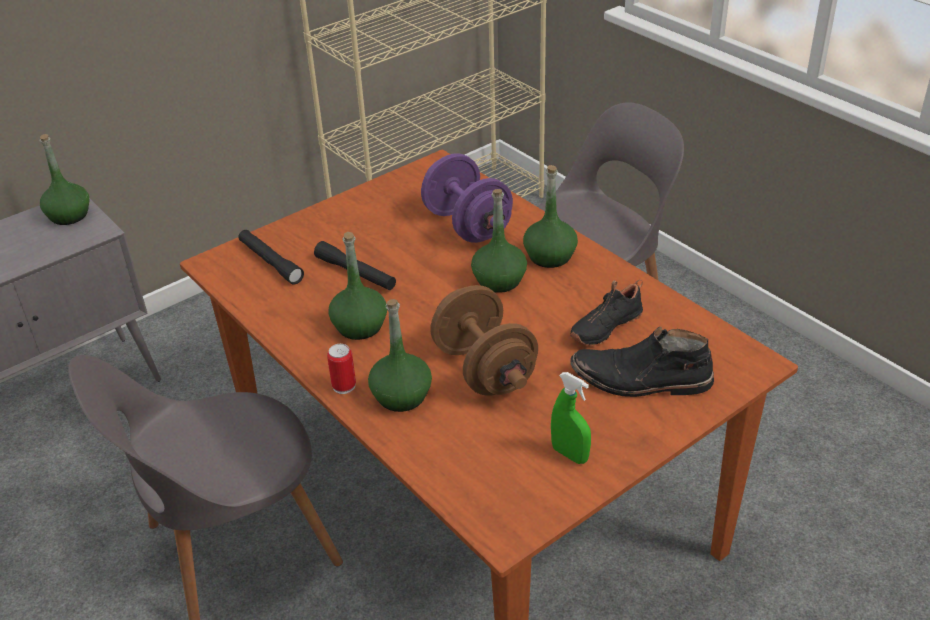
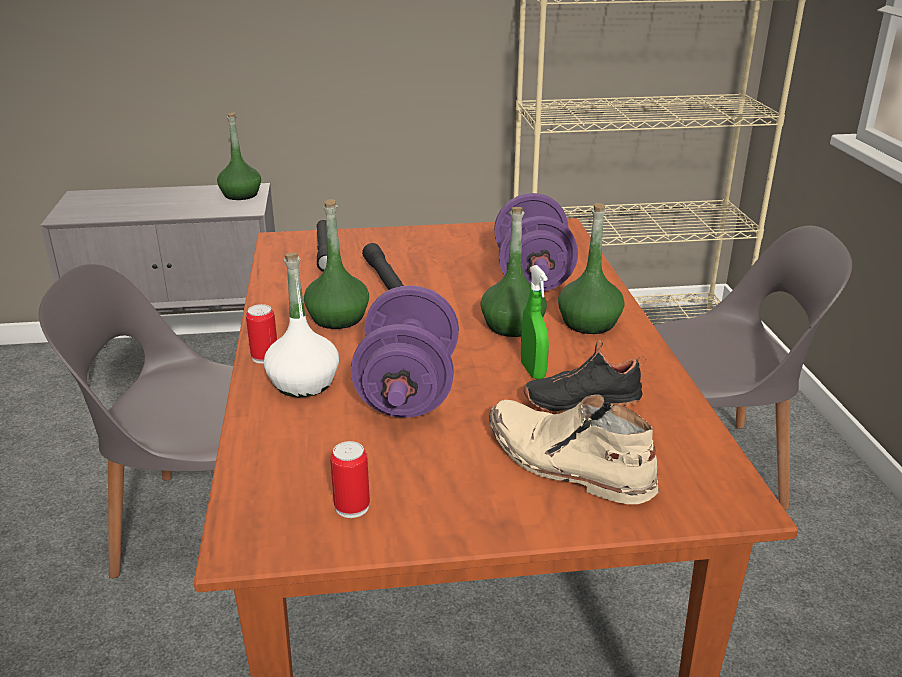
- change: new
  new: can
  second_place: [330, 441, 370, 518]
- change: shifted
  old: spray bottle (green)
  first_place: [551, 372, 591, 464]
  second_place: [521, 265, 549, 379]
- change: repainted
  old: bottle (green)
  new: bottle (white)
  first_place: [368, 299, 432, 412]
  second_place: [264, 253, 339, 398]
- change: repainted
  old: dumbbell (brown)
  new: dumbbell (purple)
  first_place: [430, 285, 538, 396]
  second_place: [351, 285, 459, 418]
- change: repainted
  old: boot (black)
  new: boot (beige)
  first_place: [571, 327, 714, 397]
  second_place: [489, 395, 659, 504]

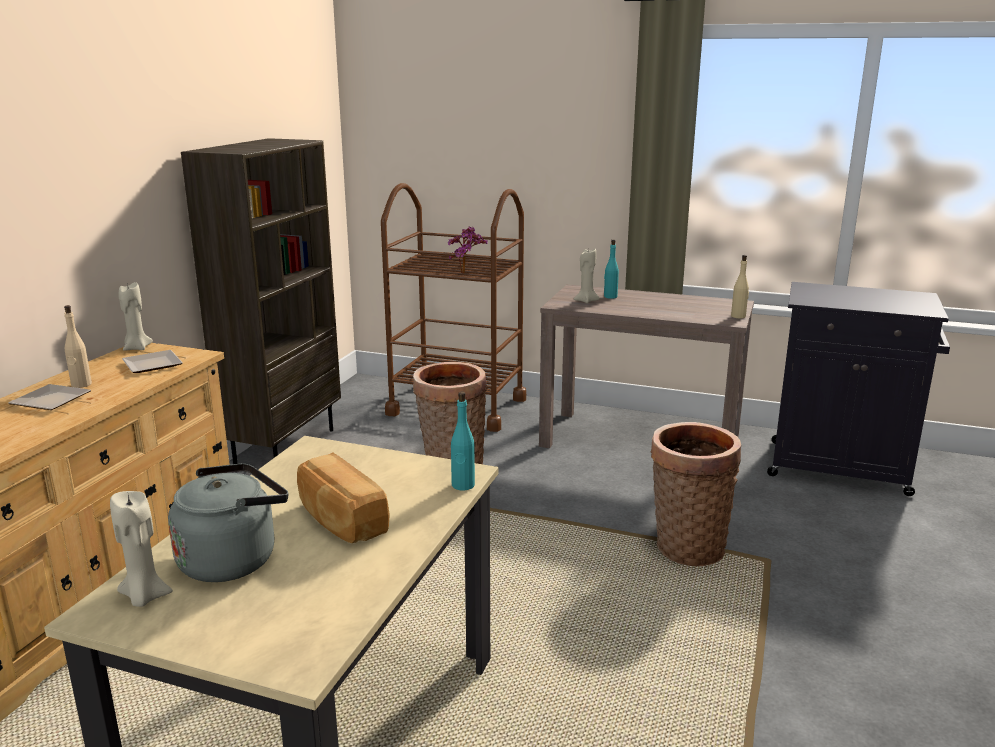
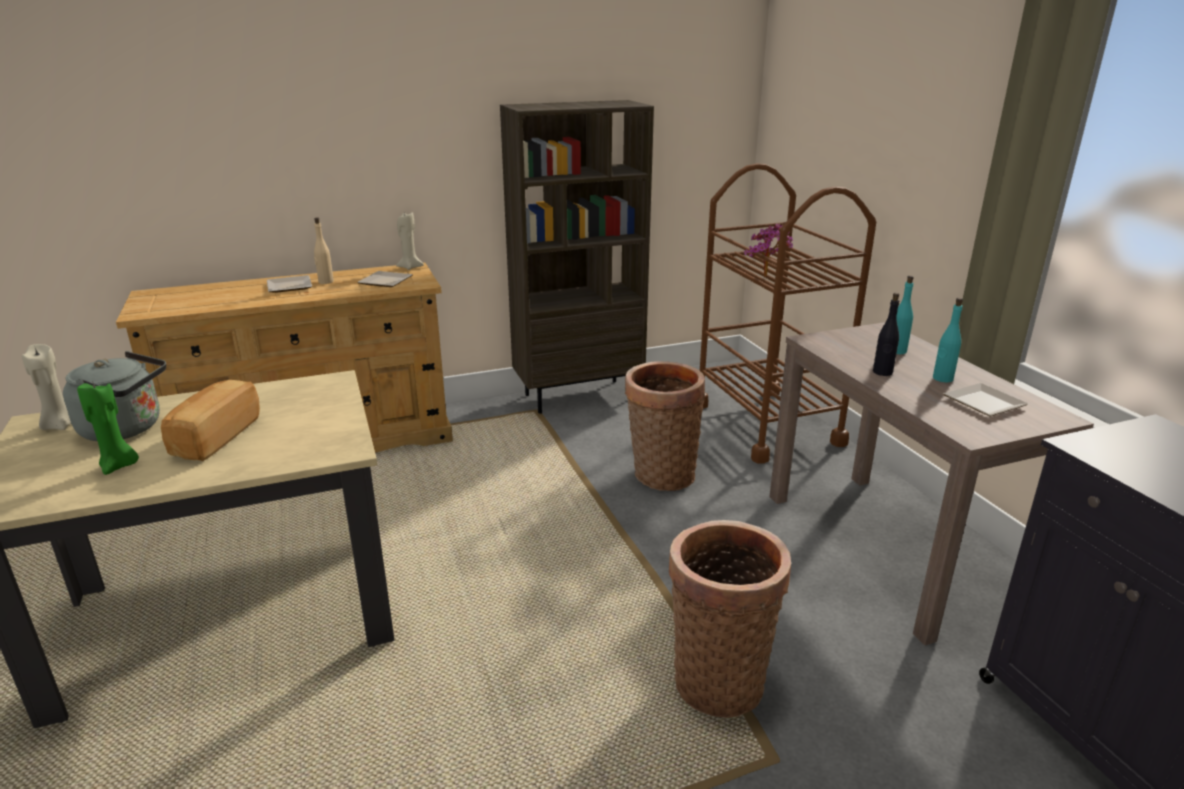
- change: gone
  old: candle (beige)
  first_place: [574, 249, 600, 303]
- change: gone
  old: bottle (beige)
  first_place: [731, 255, 749, 319]
- change: new
  new: candle (green)
  second_place: [77, 381, 139, 475]
- change: new
  new: bottle (black)
  second_place: [873, 293, 899, 376]
- change: new
  new: plate
  second_place: [943, 383, 1028, 417]
- change: shifted
  old: bottle (turquoise)
  first_place: [451, 392, 475, 491]
  second_place: [933, 298, 963, 382]

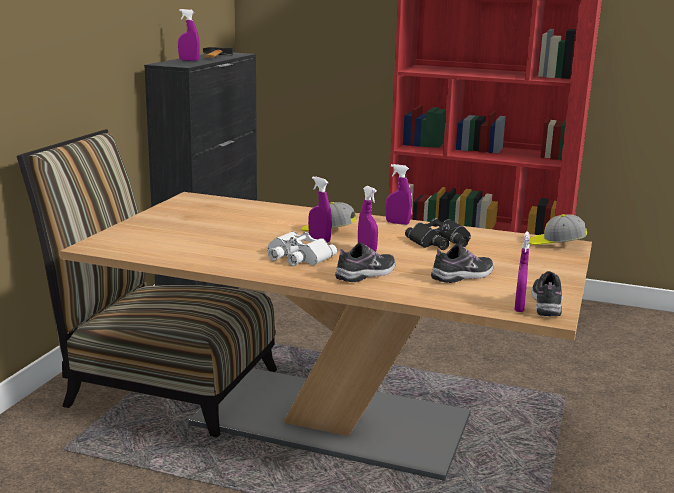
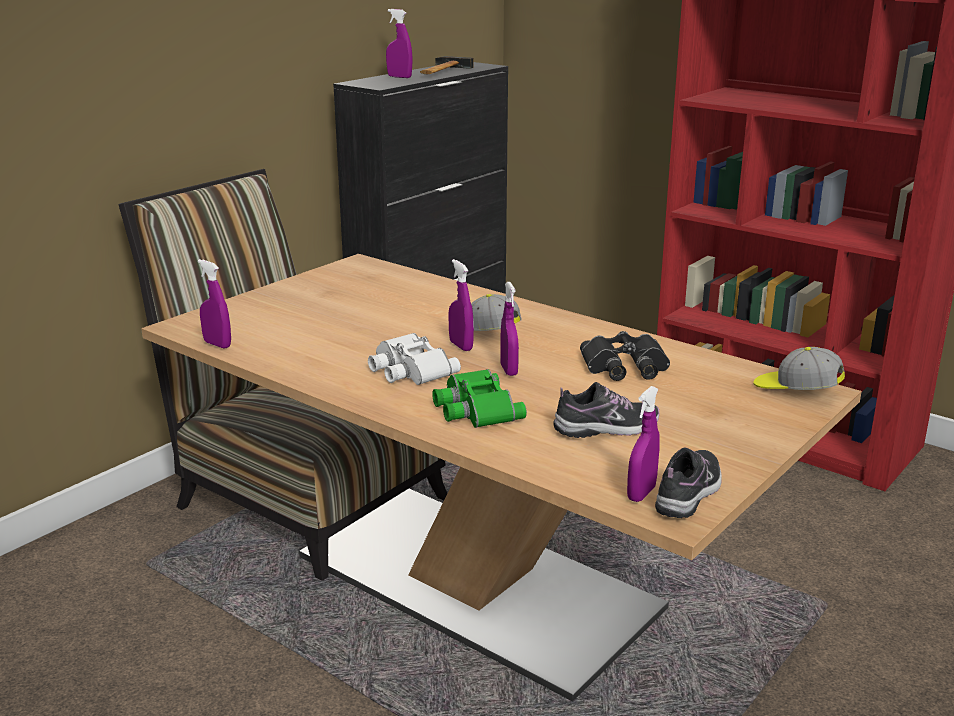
- change: shifted
  old: spray bottle (purple)
  first_place: [386, 164, 412, 225]
  second_place: [198, 259, 231, 349]
- change: swapped
  old: shoe
  new: binoculars (green)
  first_place: [335, 242, 396, 282]
  second_place: [432, 369, 527, 428]

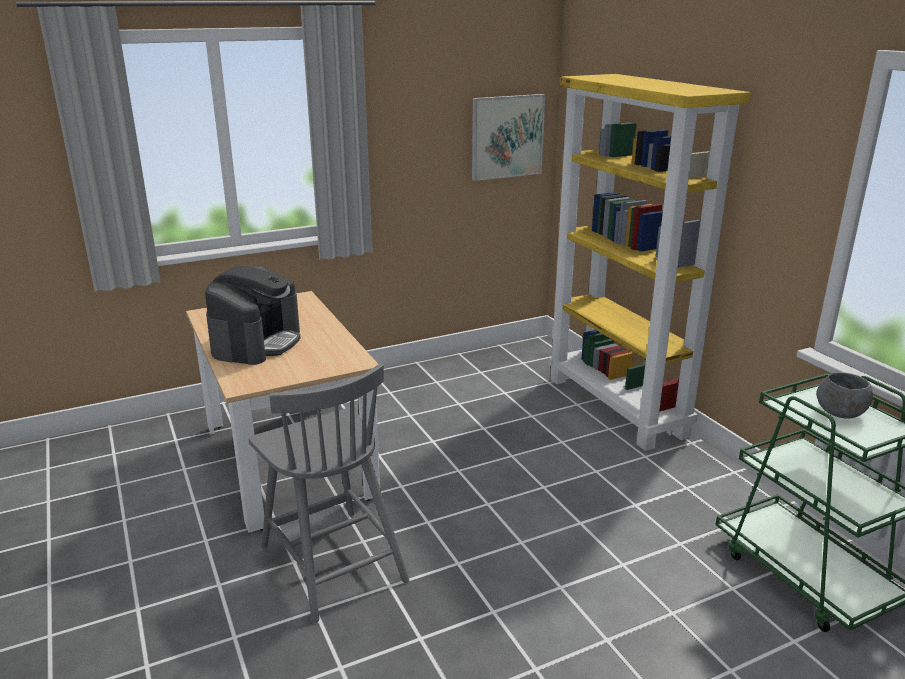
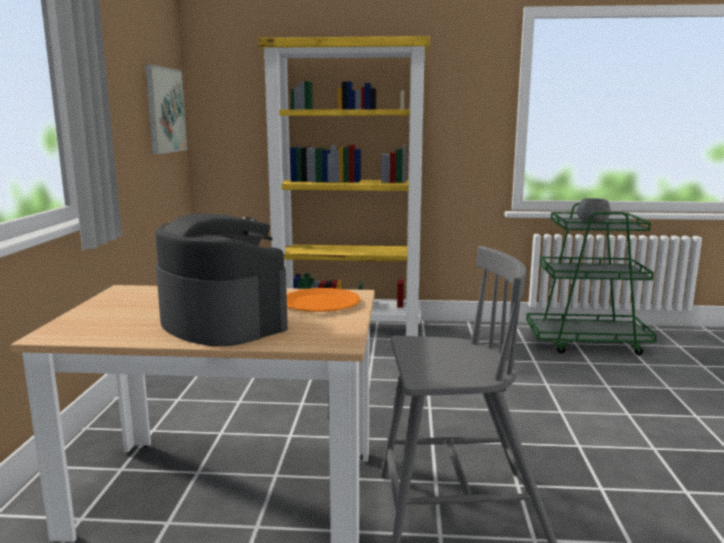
- change: new
  new: plate (orange)
  second_place: [287, 288, 360, 312]

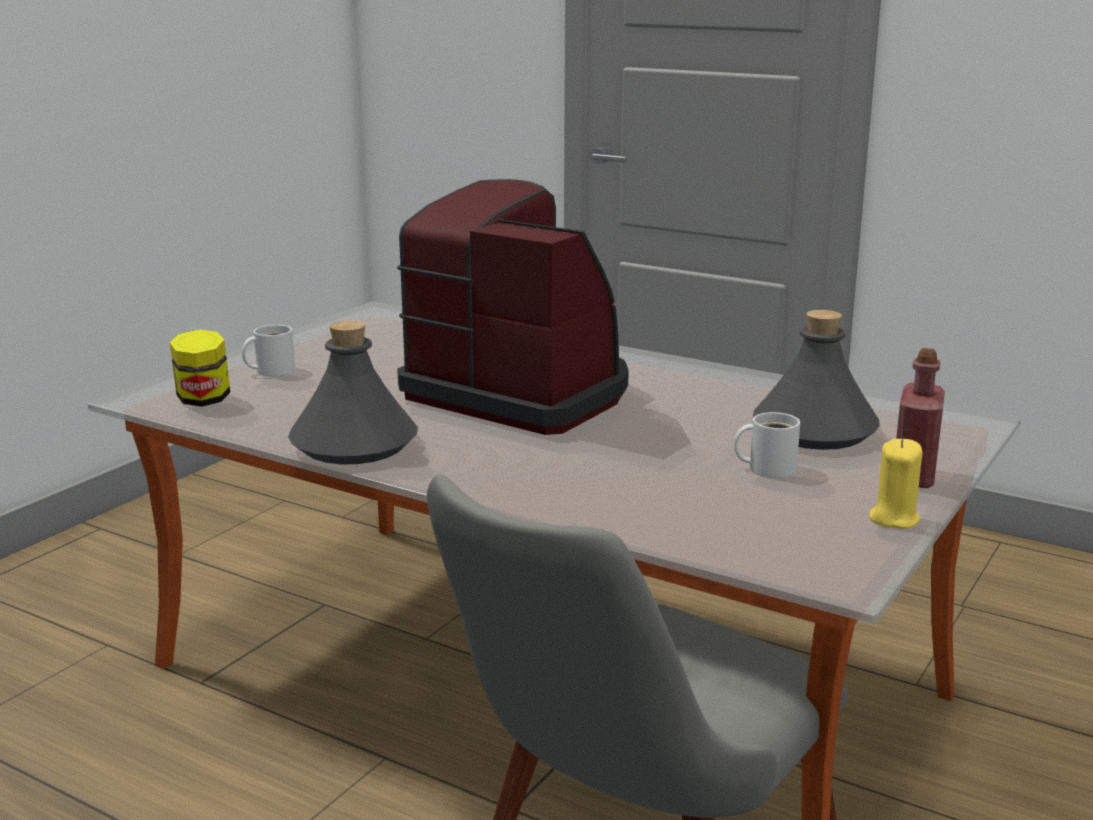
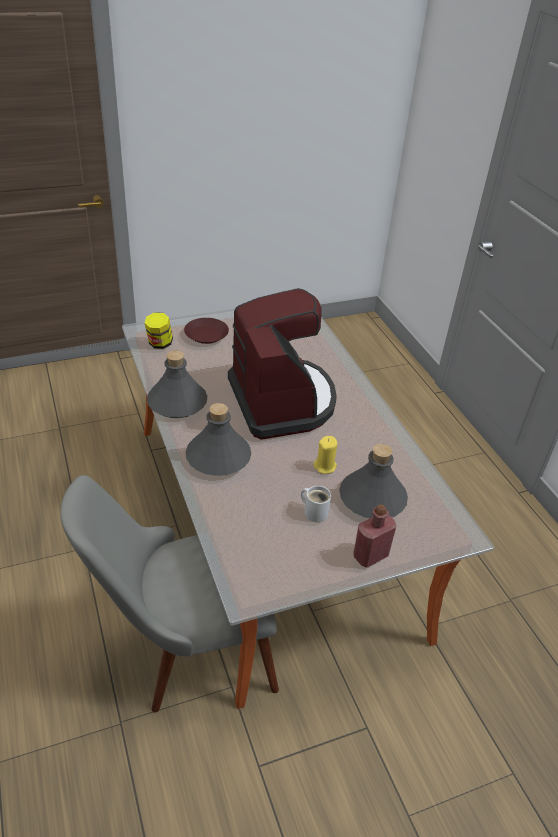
- change: new
  new: bottle (grey)
  second_place: [186, 403, 251, 476]
- change: shifted
  old: candle (yellow)
  first_place: [869, 439, 922, 529]
  second_place: [313, 436, 337, 474]
- change: swapped
  old: mug (white)
  new: plate (brown)
  first_place: [242, 325, 295, 376]
  second_place: [184, 318, 229, 344]

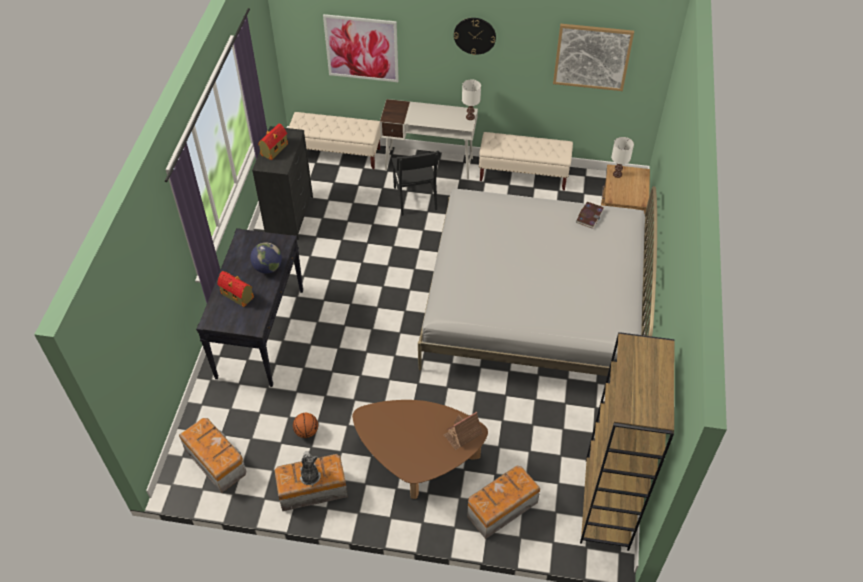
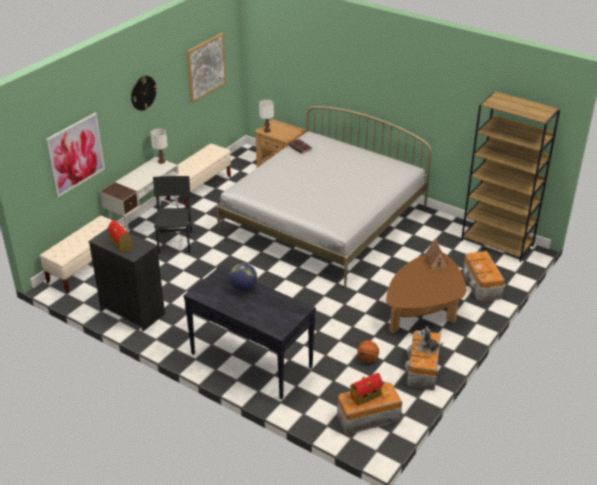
- change: shifted
  old: toy house
  first_place: [217, 271, 254, 307]
  second_place: [350, 373, 383, 406]
- change: rotated
  old: chair (black)
  first_place: [392, 151, 439, 216]
  second_place: [153, 176, 192, 254]
  degrees: -105

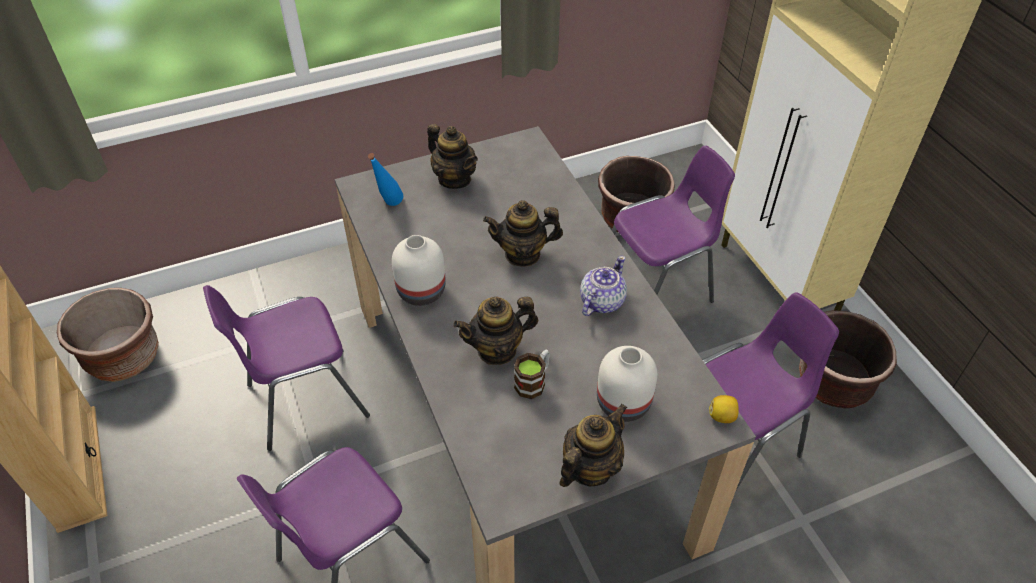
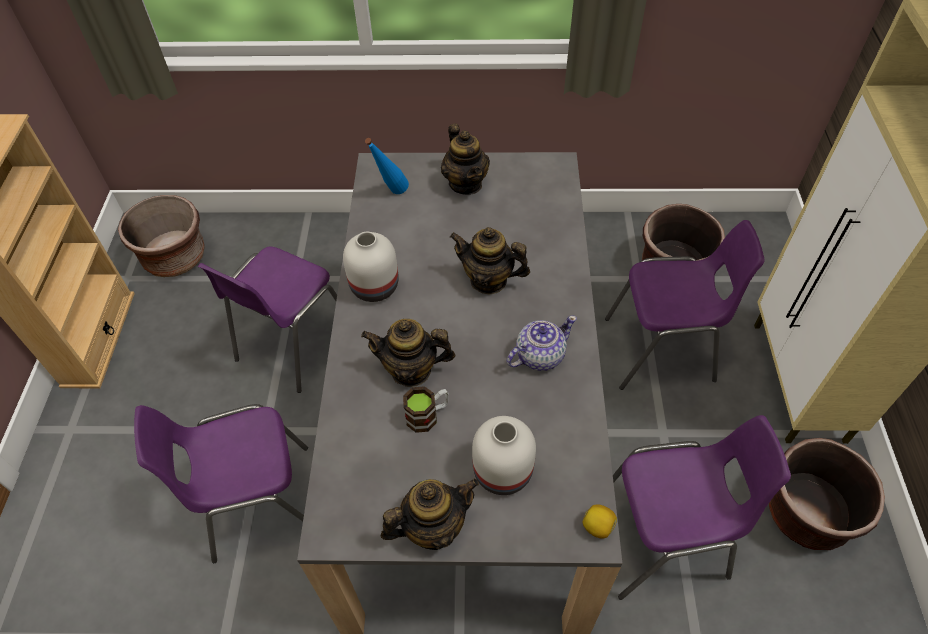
- change: rotated
  old: chair (purple)
  first_place: [203, 285, 370, 451]
  second_place: [198, 246, 337, 393]
  degrees: -60

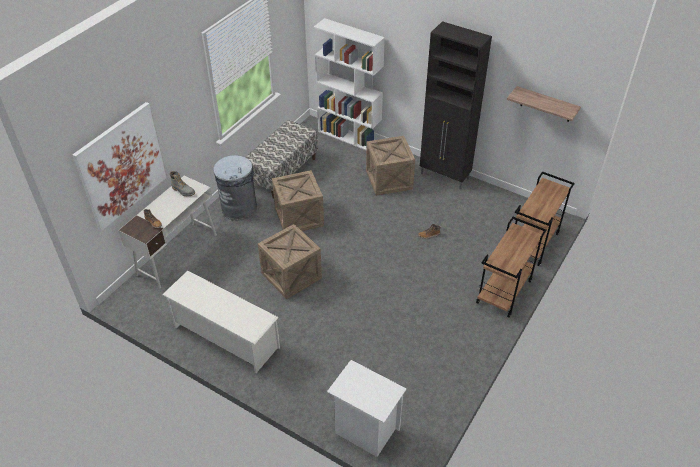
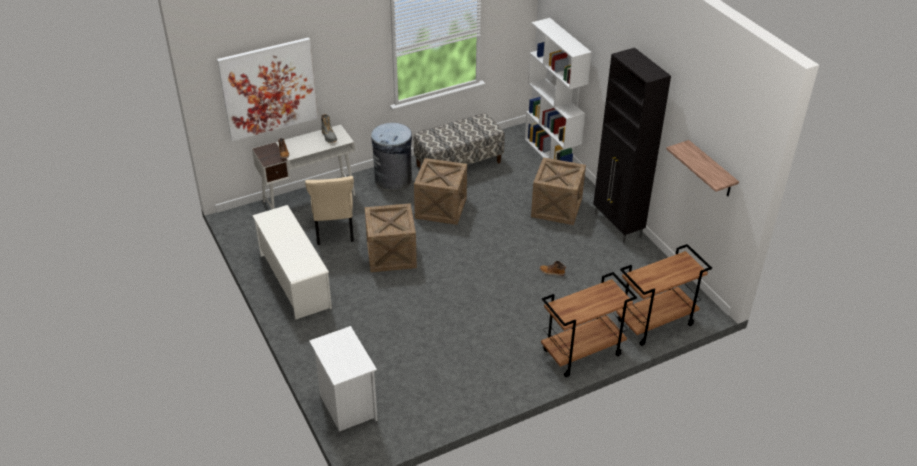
- change: new
  new: chair (beige)
  second_place: [305, 176, 354, 245]

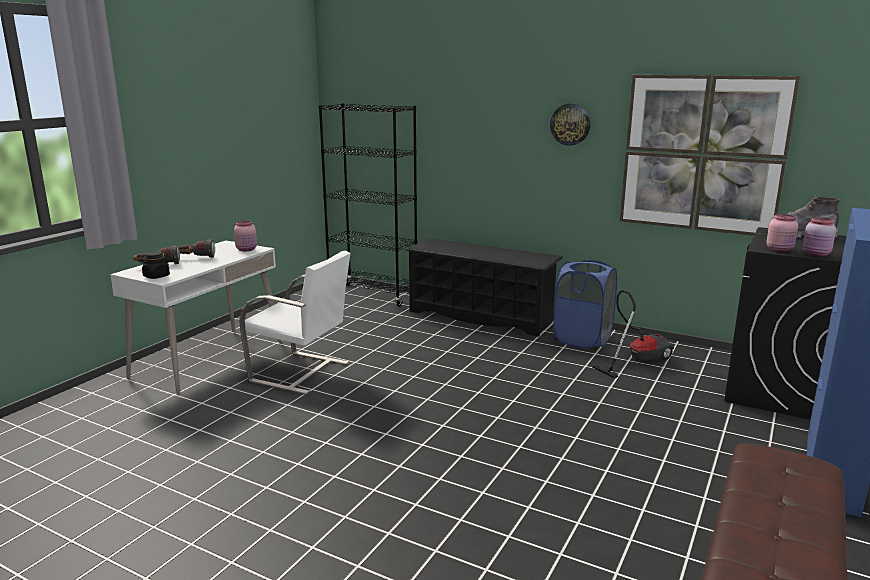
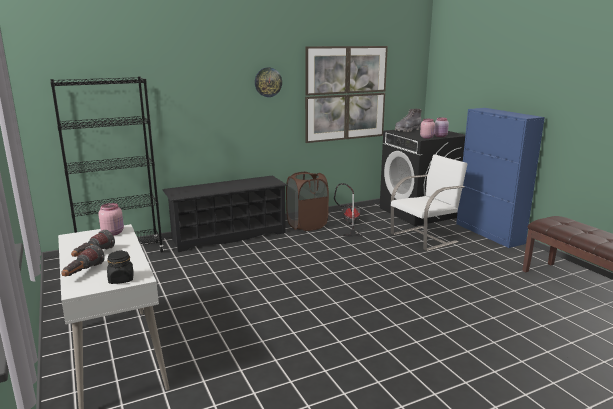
- change: shifted
  old: chair (white)
  first_place: [239, 251, 351, 395]
  second_place: [391, 154, 468, 251]
- change: repainted
  old: laundry basket (blue)
  new: laundry basket (brown)
  first_place: [553, 260, 617, 349]
  second_place: [286, 171, 329, 231]

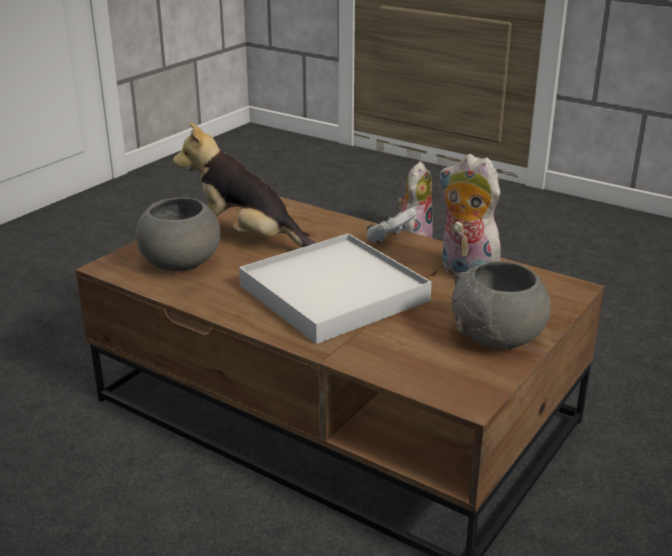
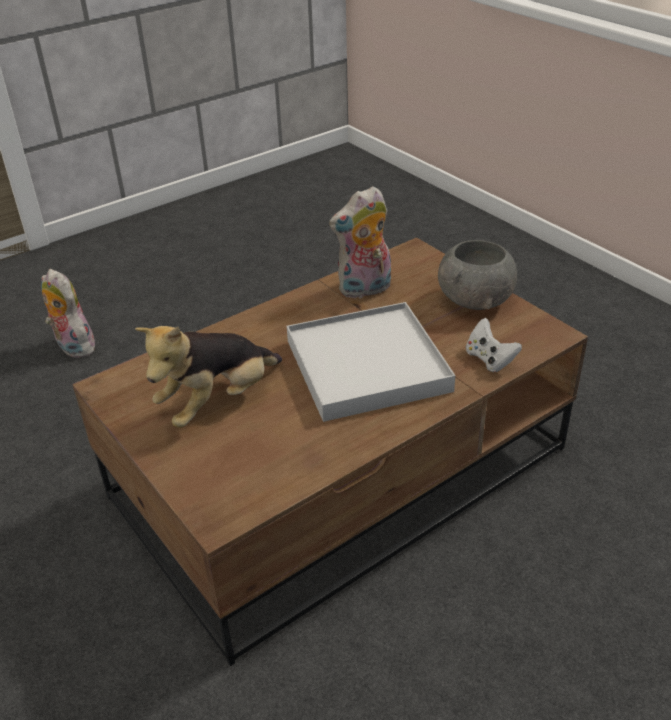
- change: gone
  old: bowl (grey)
  first_place: [136, 197, 220, 271]
- change: shifted
  old: game controller (white)
  first_place: [367, 208, 416, 243]
  second_place: [466, 318, 522, 372]

